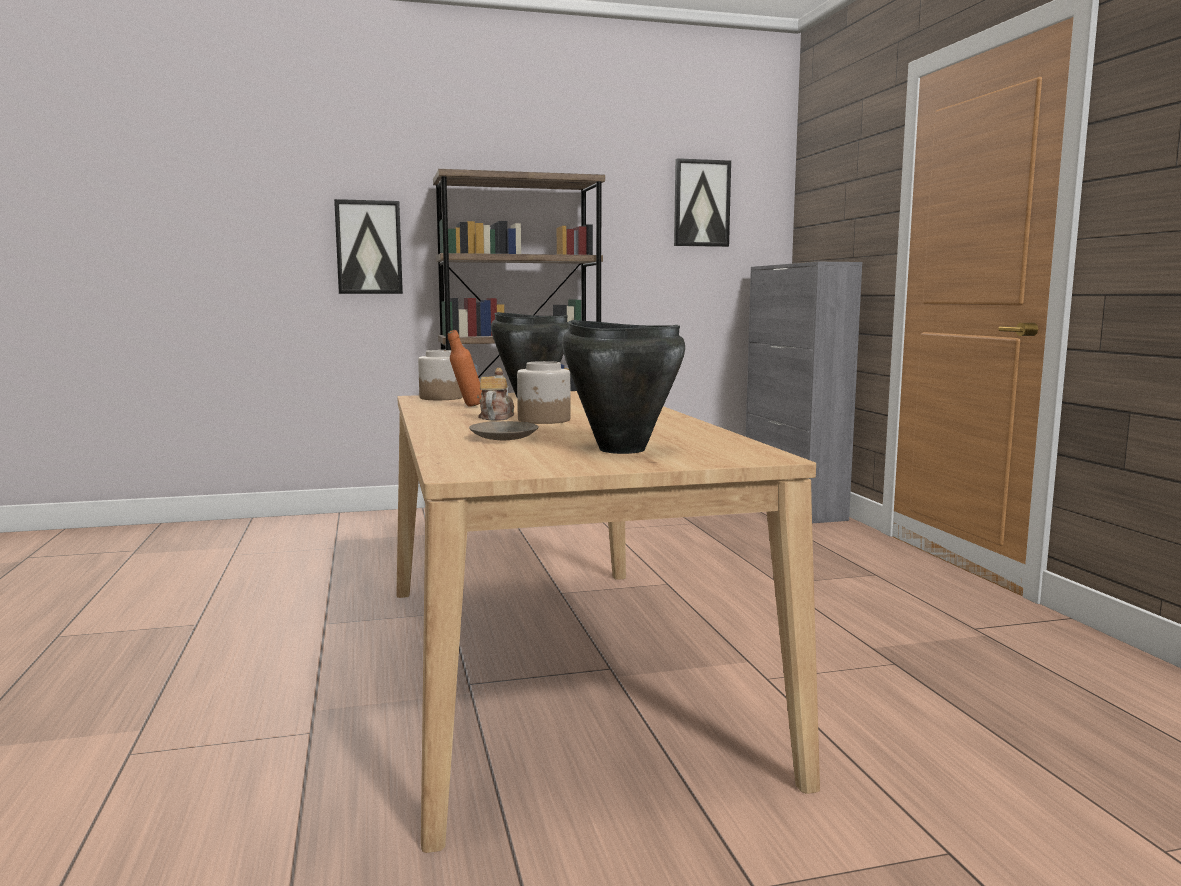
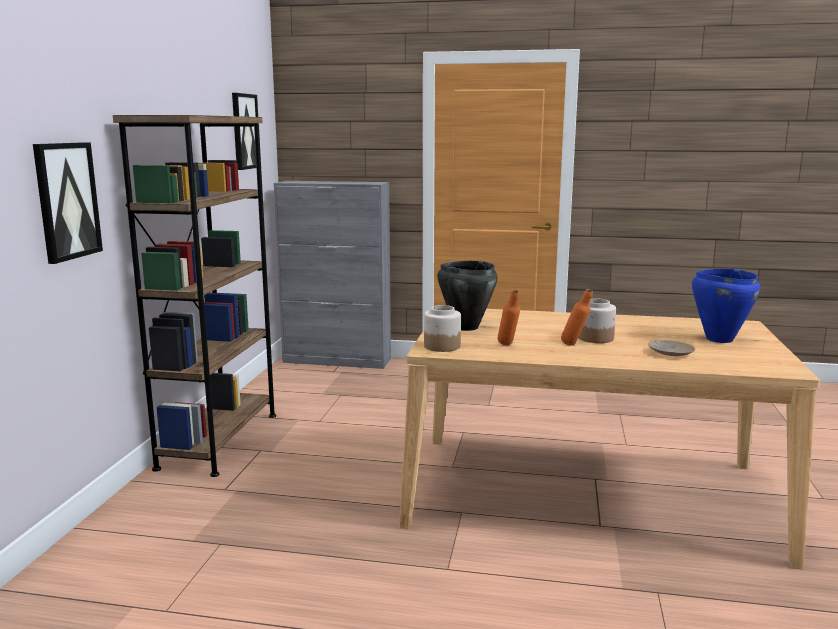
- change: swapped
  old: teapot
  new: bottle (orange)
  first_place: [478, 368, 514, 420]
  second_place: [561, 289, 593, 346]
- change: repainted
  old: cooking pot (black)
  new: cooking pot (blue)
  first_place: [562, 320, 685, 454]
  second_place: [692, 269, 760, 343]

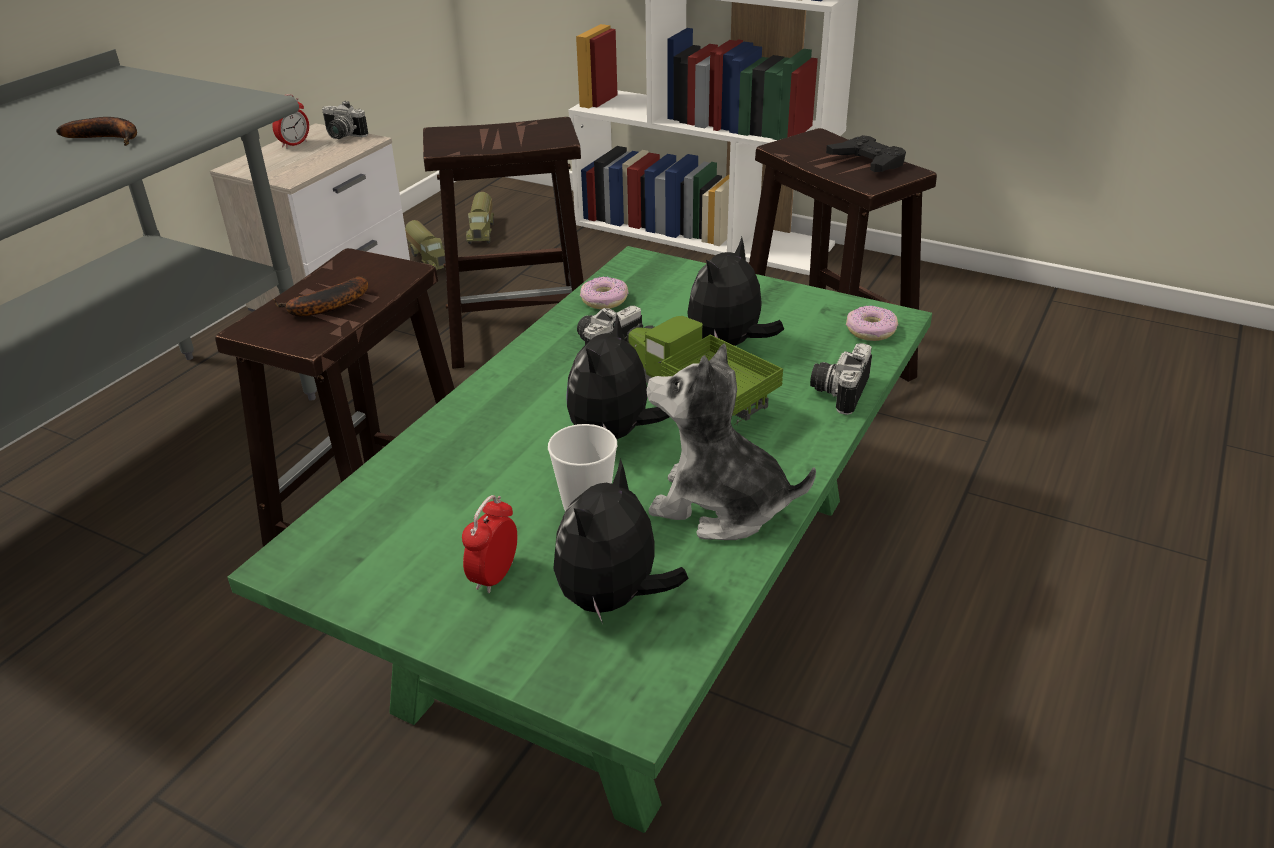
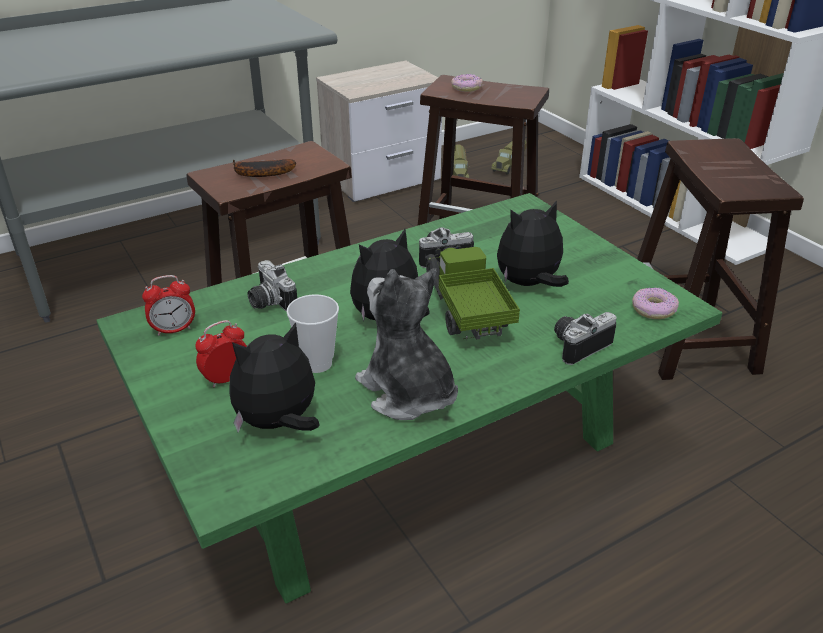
- change: gone
  old: banana
  first_place: [56, 117, 137, 146]
- change: gone
  old: game controller (black)
  first_place: [826, 135, 906, 172]
- change: shifted
  old: alarm clock
  first_place: [273, 94, 309, 149]
  second_place: [142, 275, 195, 336]
- change: shifted
  old: photo camera
  first_place: [322, 101, 368, 139]
  second_place: [248, 260, 297, 312]
- change: shifted
  old: donut
  first_place: [580, 276, 629, 309]
  second_place: [451, 74, 483, 92]

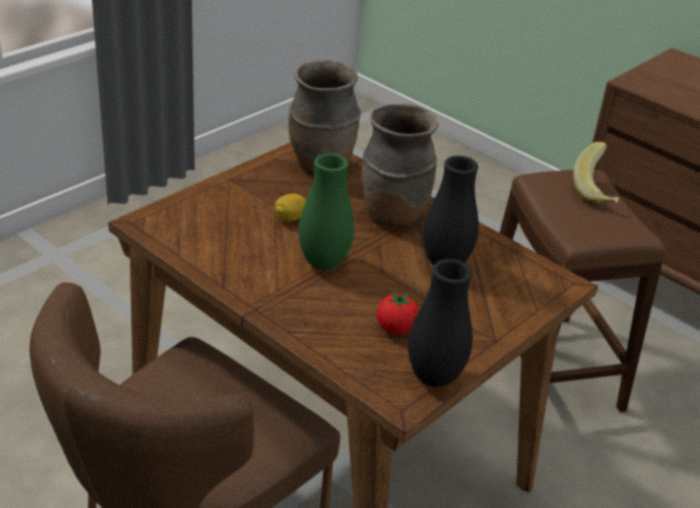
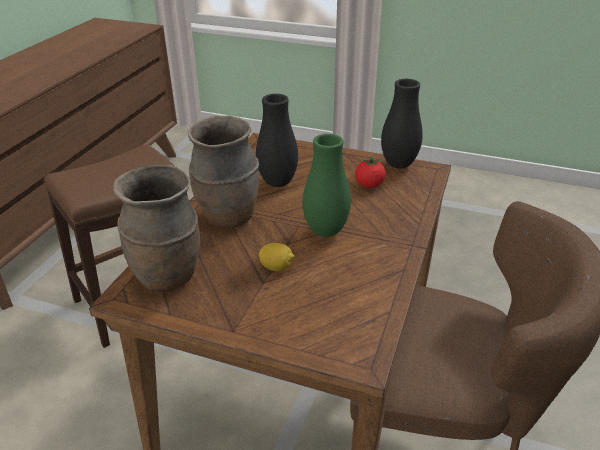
- change: gone
  old: banana
  first_place: [573, 142, 619, 203]

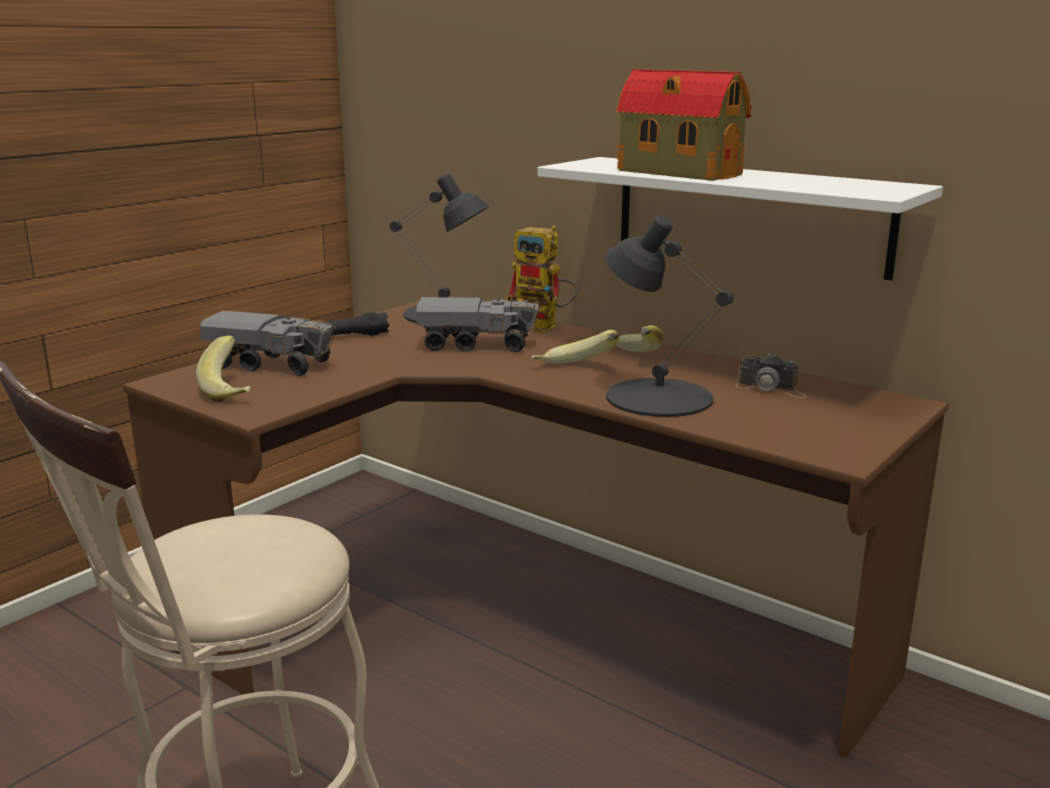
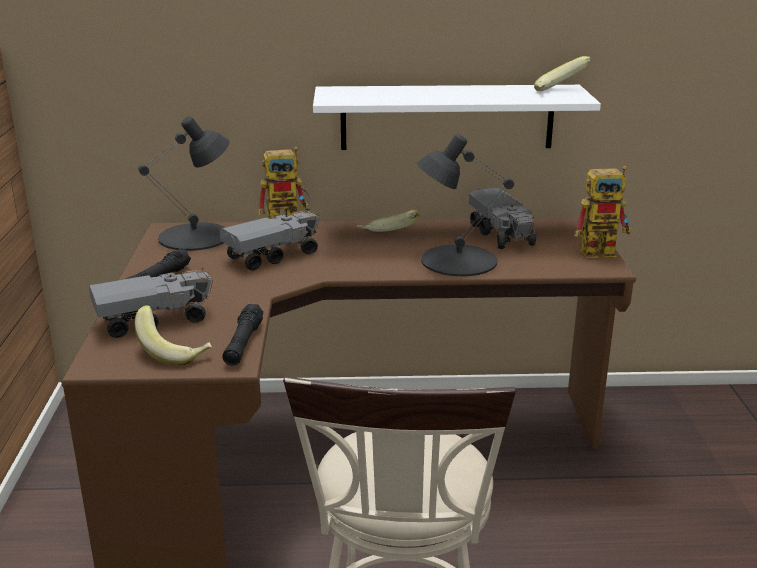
- change: gone
  old: toy house
  first_place: [616, 69, 751, 181]
- change: new
  new: flashlight (black)
  second_place: [223, 304, 263, 366]
- change: new
  new: toy robot
  second_place: [574, 166, 631, 258]
- change: shifted
  old: banana
  first_place: [532, 330, 619, 364]
  second_place: [534, 56, 592, 91]
- change: swapped
  old: photo camera
  new: toy truck
  first_place: [736, 353, 807, 398]
  second_place: [469, 188, 537, 249]

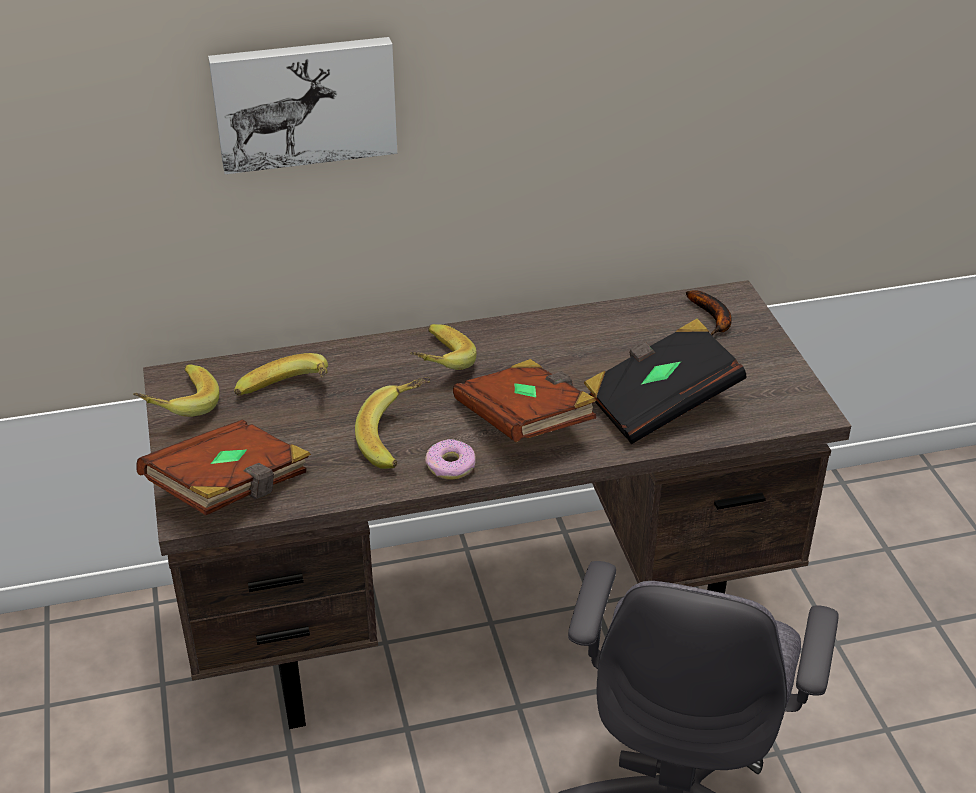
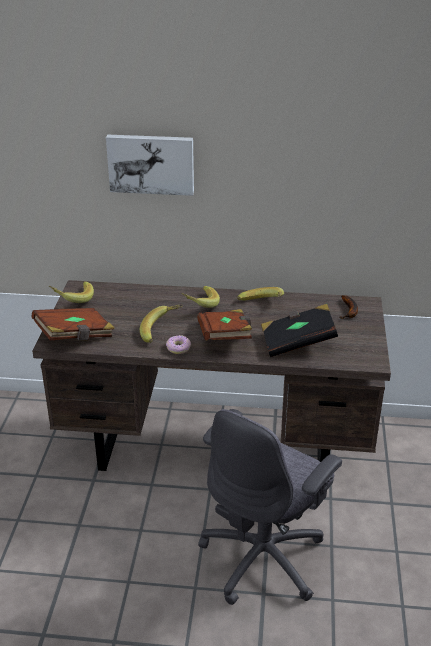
- change: shifted
  old: banana
  first_place: [234, 353, 328, 396]
  second_place: [237, 287, 284, 301]

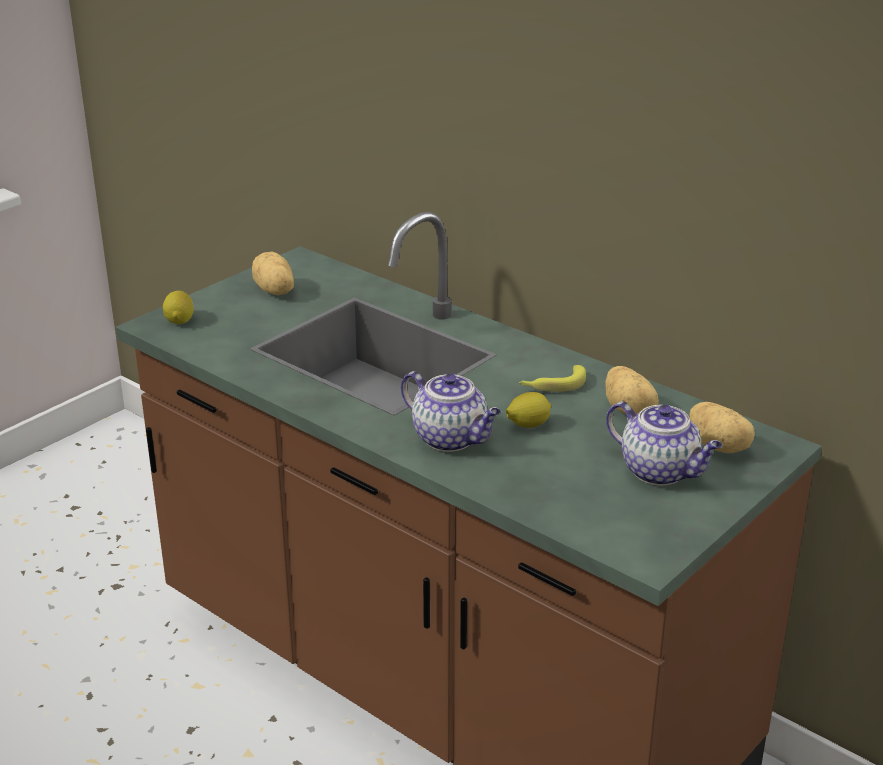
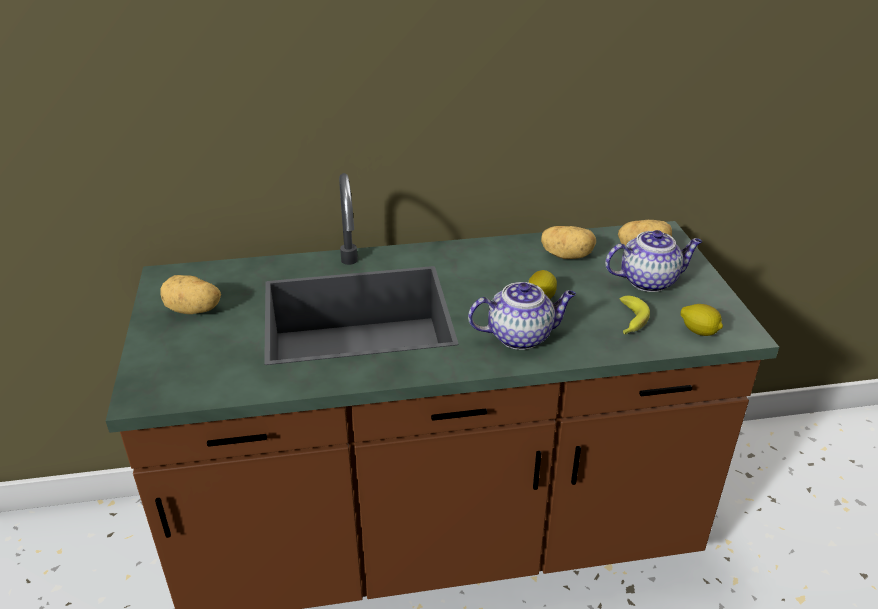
- change: shifted
  old: lemon
  first_place: [163, 291, 194, 324]
  second_place: [681, 304, 723, 336]
- change: shifted
  old: banana
  first_place: [519, 365, 586, 392]
  second_place: [619, 296, 650, 335]

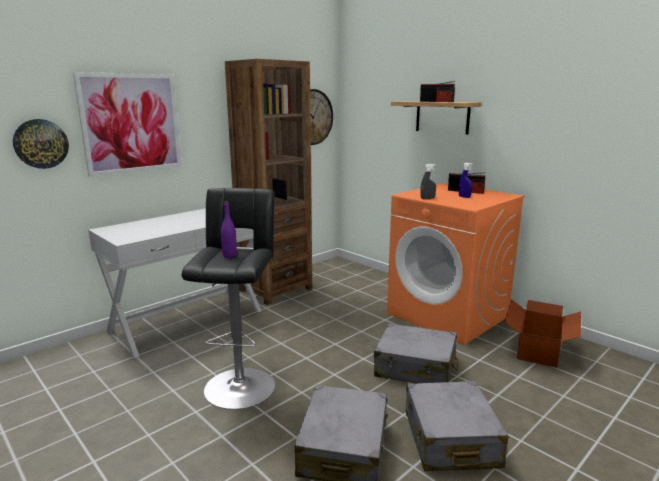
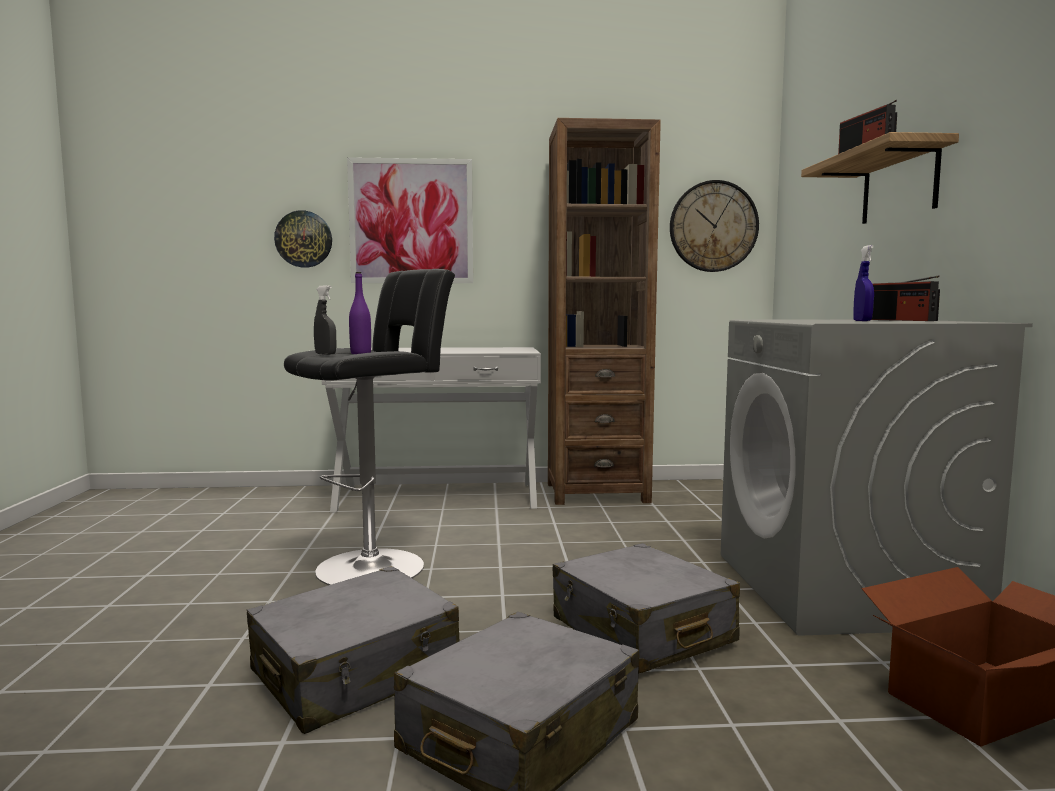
- change: shifted
  old: spray bottle (grey)
  first_place: [421, 164, 436, 199]
  second_place: [314, 285, 336, 355]
- change: repainted
  old: washing machine (orange)
  new: washing machine (grey)
  first_place: [387, 183, 525, 345]
  second_place: [721, 319, 1033, 636]

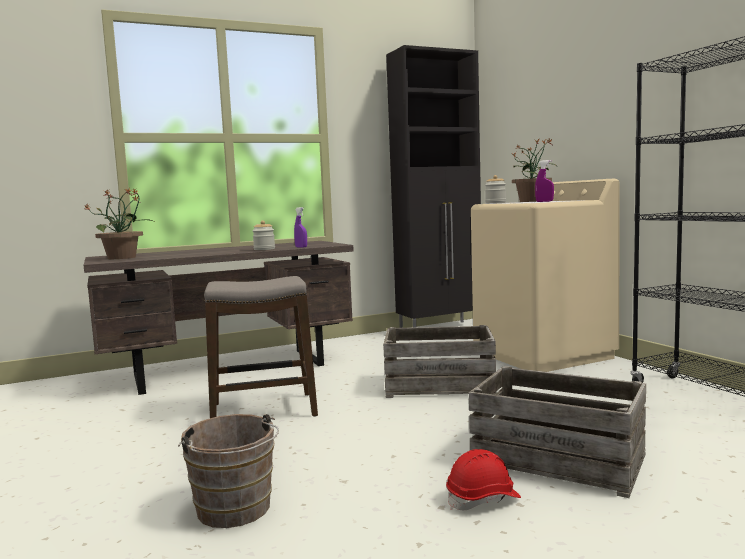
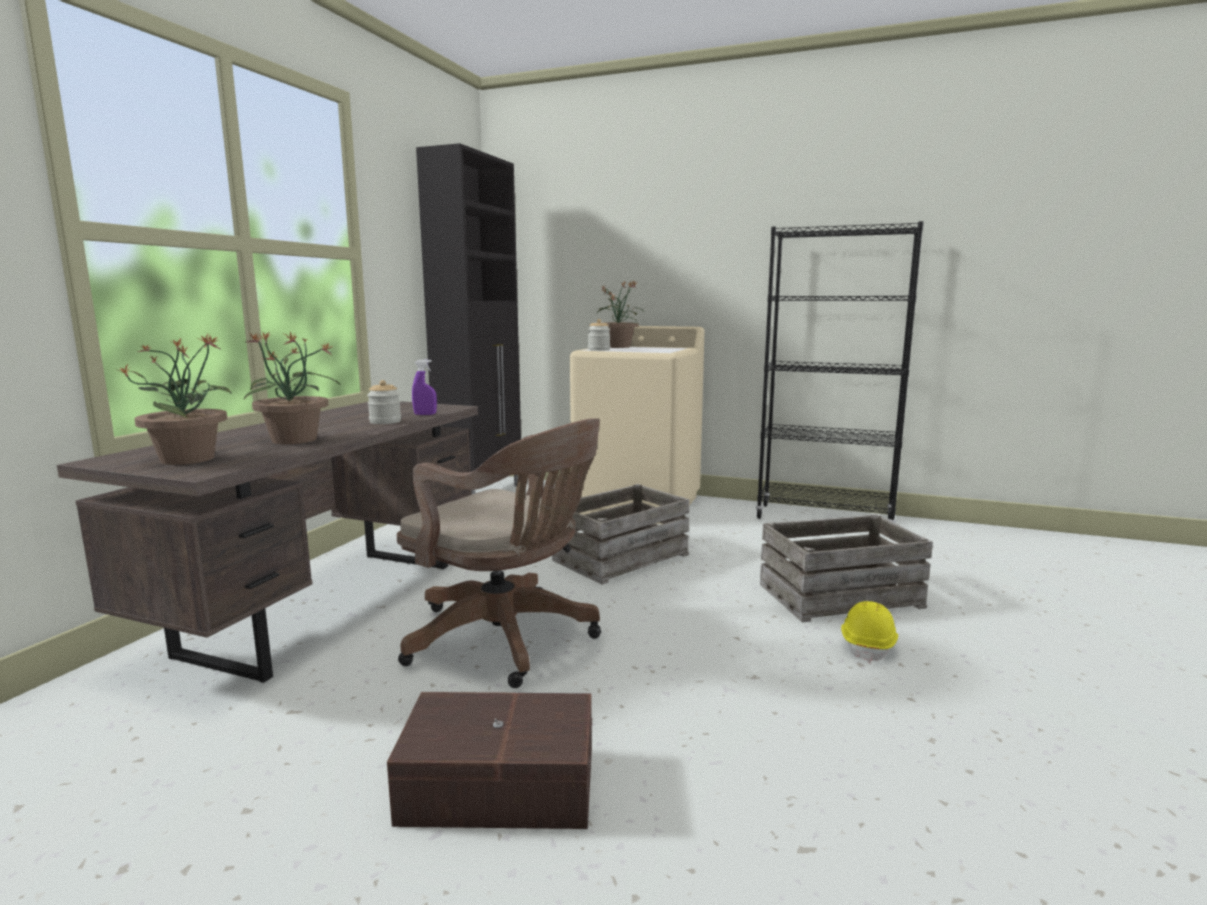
- change: gone
  old: bucket (brown)
  first_place: [178, 414, 279, 528]
- change: gone
  old: spray bottle (purple)
  first_place: [535, 160, 554, 202]
- change: new
  new: potted plant
  second_place: [244, 331, 340, 444]
- change: new
  new: storage box (brown)
  second_place: [387, 692, 592, 829]
- change: swapped
  old: stool
  new: office chair (brown)
  first_place: [204, 276, 318, 418]
  second_place: [397, 418, 601, 688]
- change: repainted
  old: hard hat (red)
  new: hard hat (yellow)
  first_place: [446, 449, 521, 510]
  second_place: [841, 601, 898, 663]

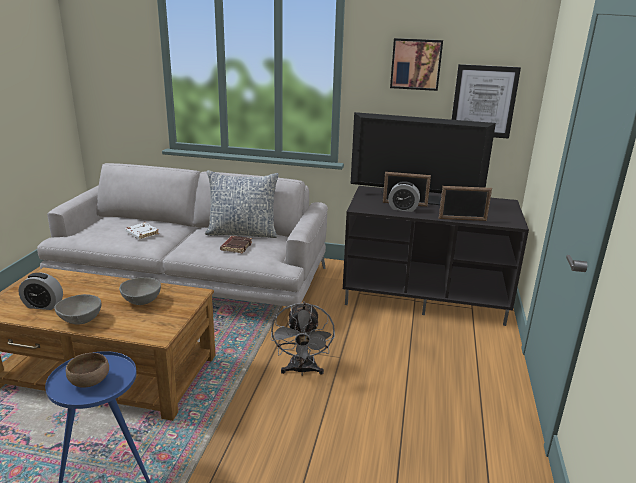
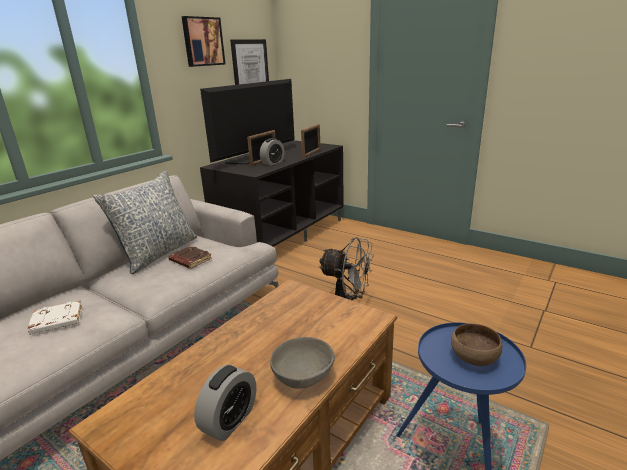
- change: gone
  old: bowl (grey)
  first_place: [119, 277, 161, 305]

